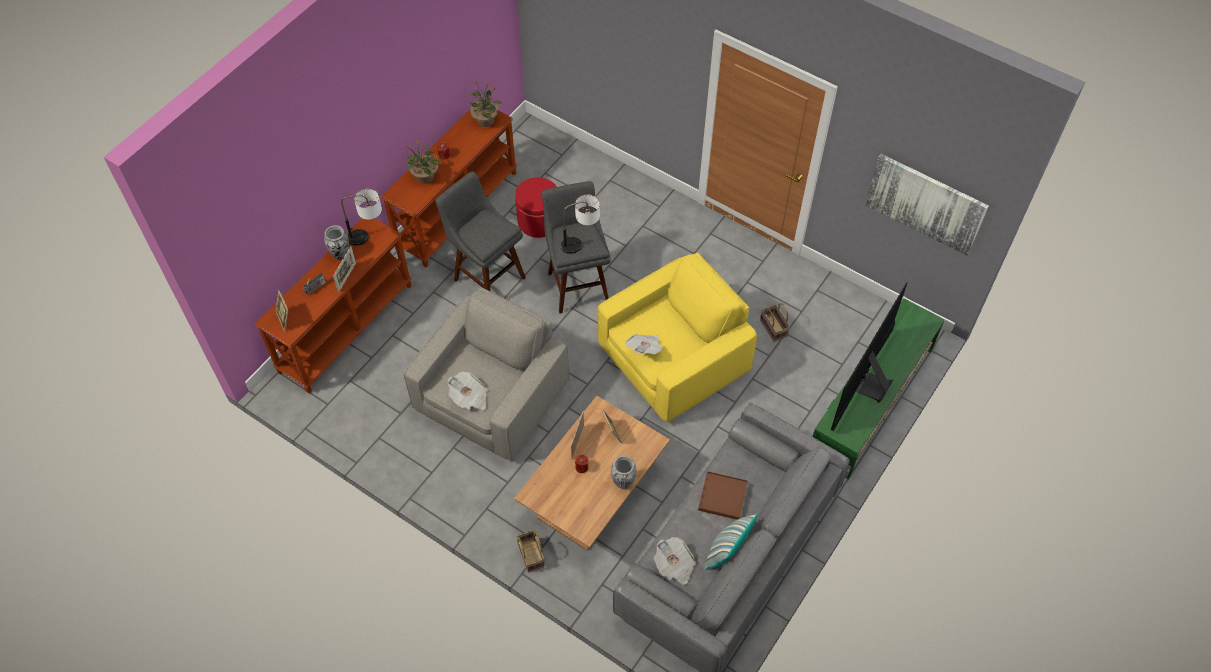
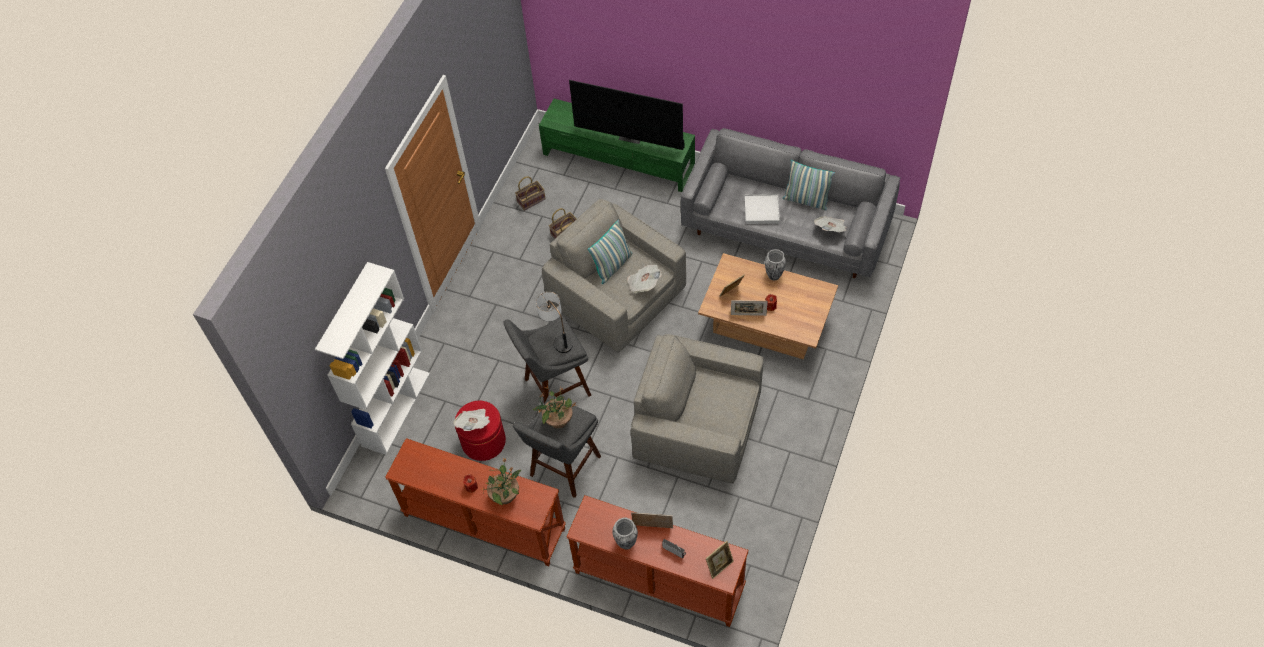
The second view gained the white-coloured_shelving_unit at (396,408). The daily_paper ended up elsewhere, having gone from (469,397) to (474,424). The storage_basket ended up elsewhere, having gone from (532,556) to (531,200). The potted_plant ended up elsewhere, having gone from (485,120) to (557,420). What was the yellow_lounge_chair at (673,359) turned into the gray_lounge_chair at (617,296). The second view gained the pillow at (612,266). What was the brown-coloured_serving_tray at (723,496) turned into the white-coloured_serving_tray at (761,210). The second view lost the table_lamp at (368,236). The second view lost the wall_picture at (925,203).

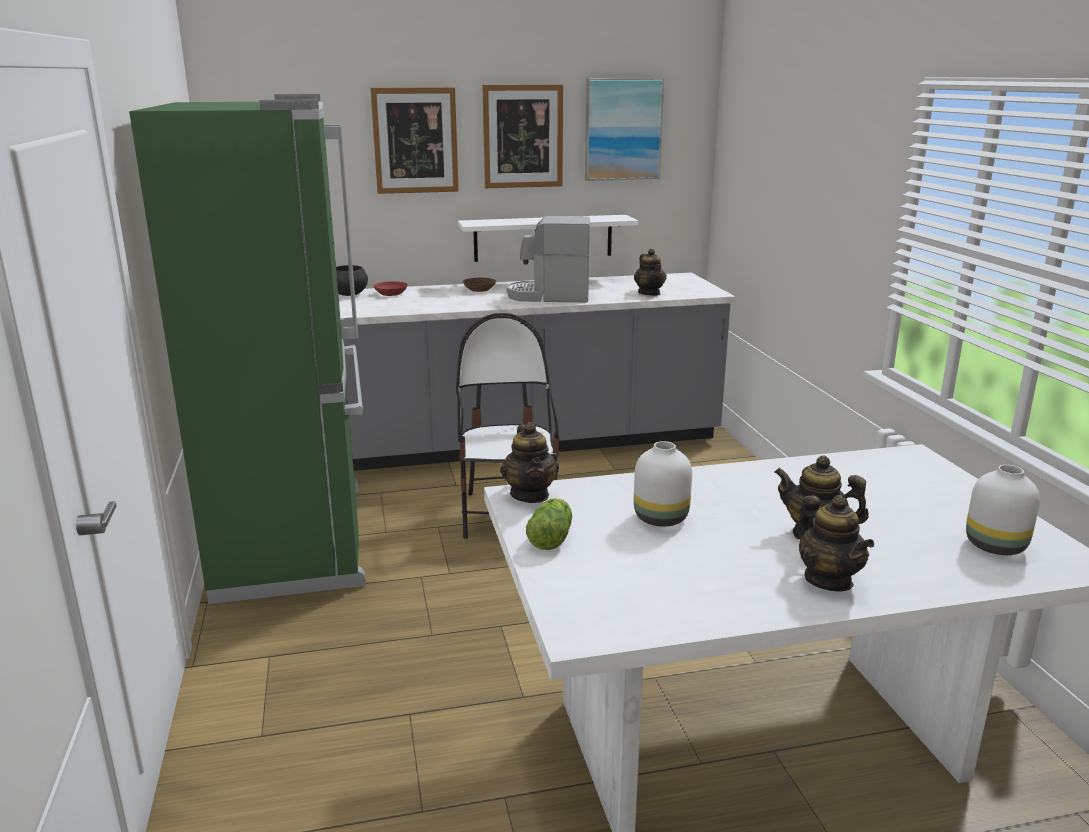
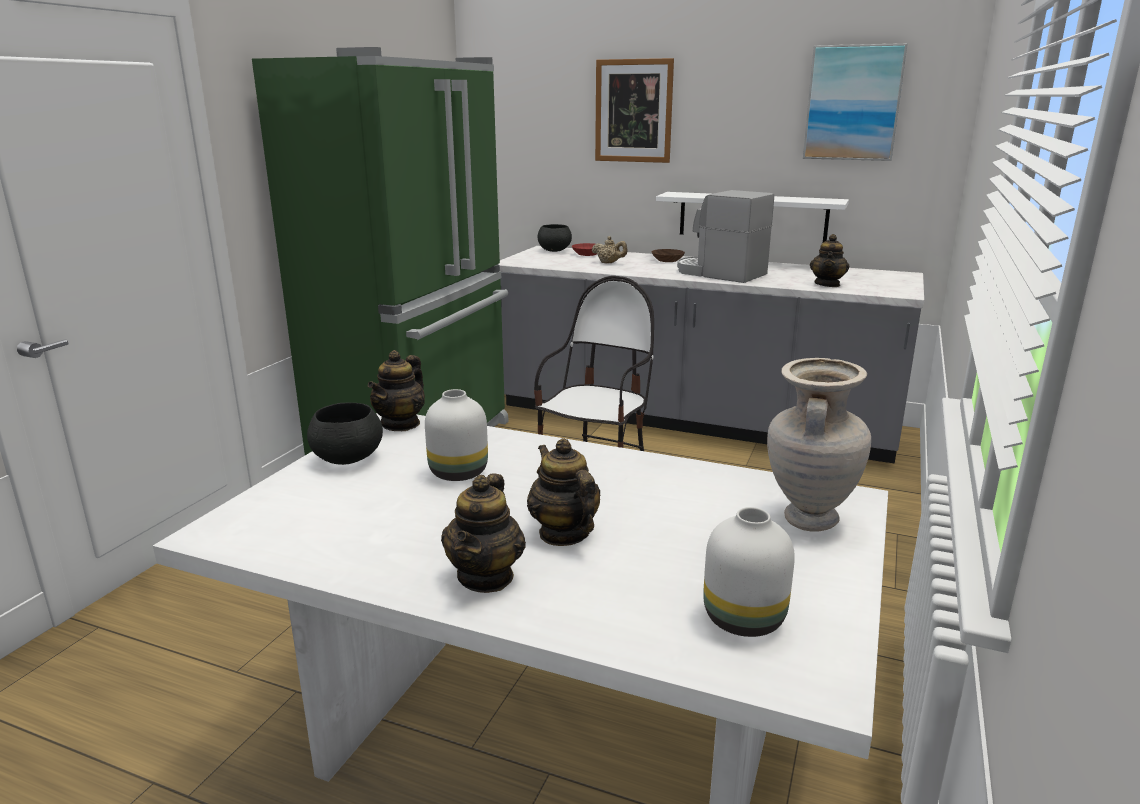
Where the lettuce_head stood at (552,537), the black-coloured_serving_bowl came to stand at (347,459). The second view gained the beige-coloured_pot_for_tea at (609,263). The second view gained the beige-coloured_vase at (808,520). The second view lost the wall_picture at (523,136).

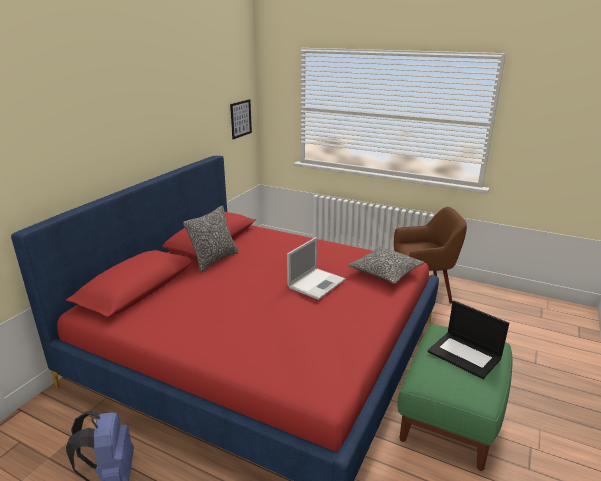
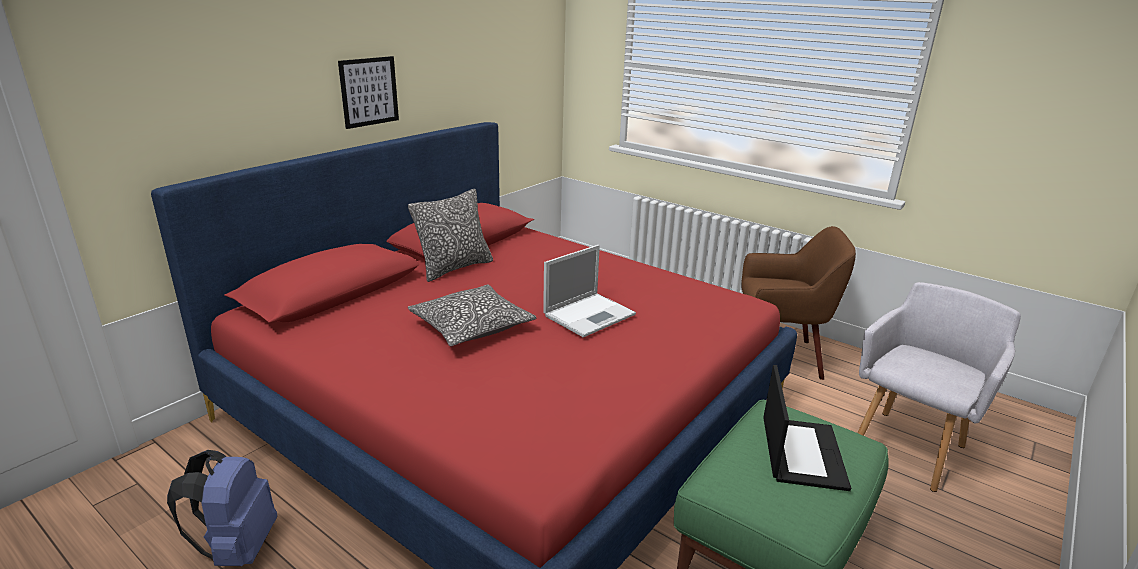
The wall_picture ended up elsewhere, having gone from (240,119) to (369,91). The pillow ended up elsewhere, having gone from (385,272) to (472,327). The laptop at (465,355) ended up facing another way, 135 degrees counterclockwise from before. The second view gained the gray_lounge_chair at (910,446).

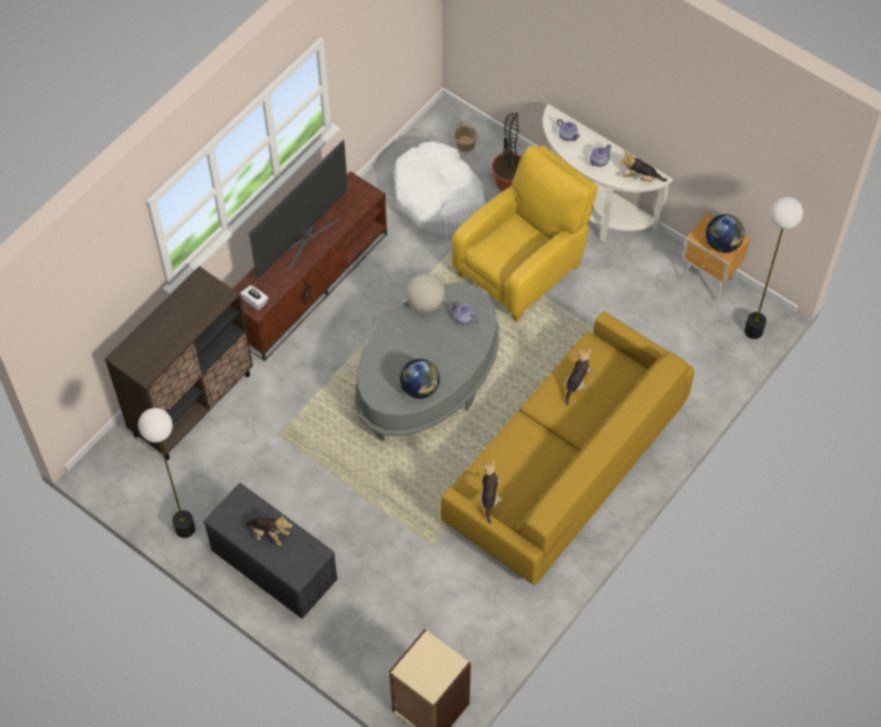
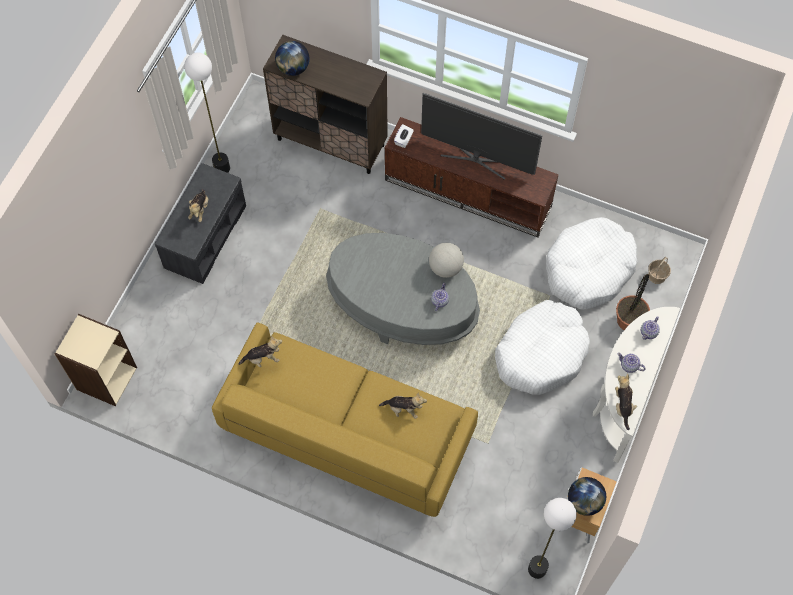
The desk_globe ended up elsewhere, having gone from (420,388) to (293,68). Where the yellow_lounge_chair stood at (522,267), the white-coloured_dog_cushion came to stand at (541,353).

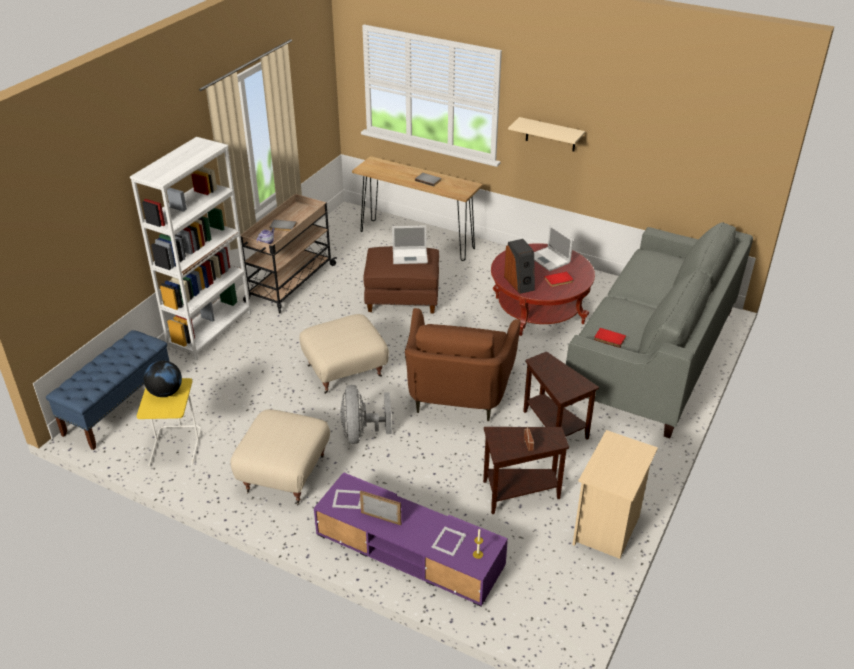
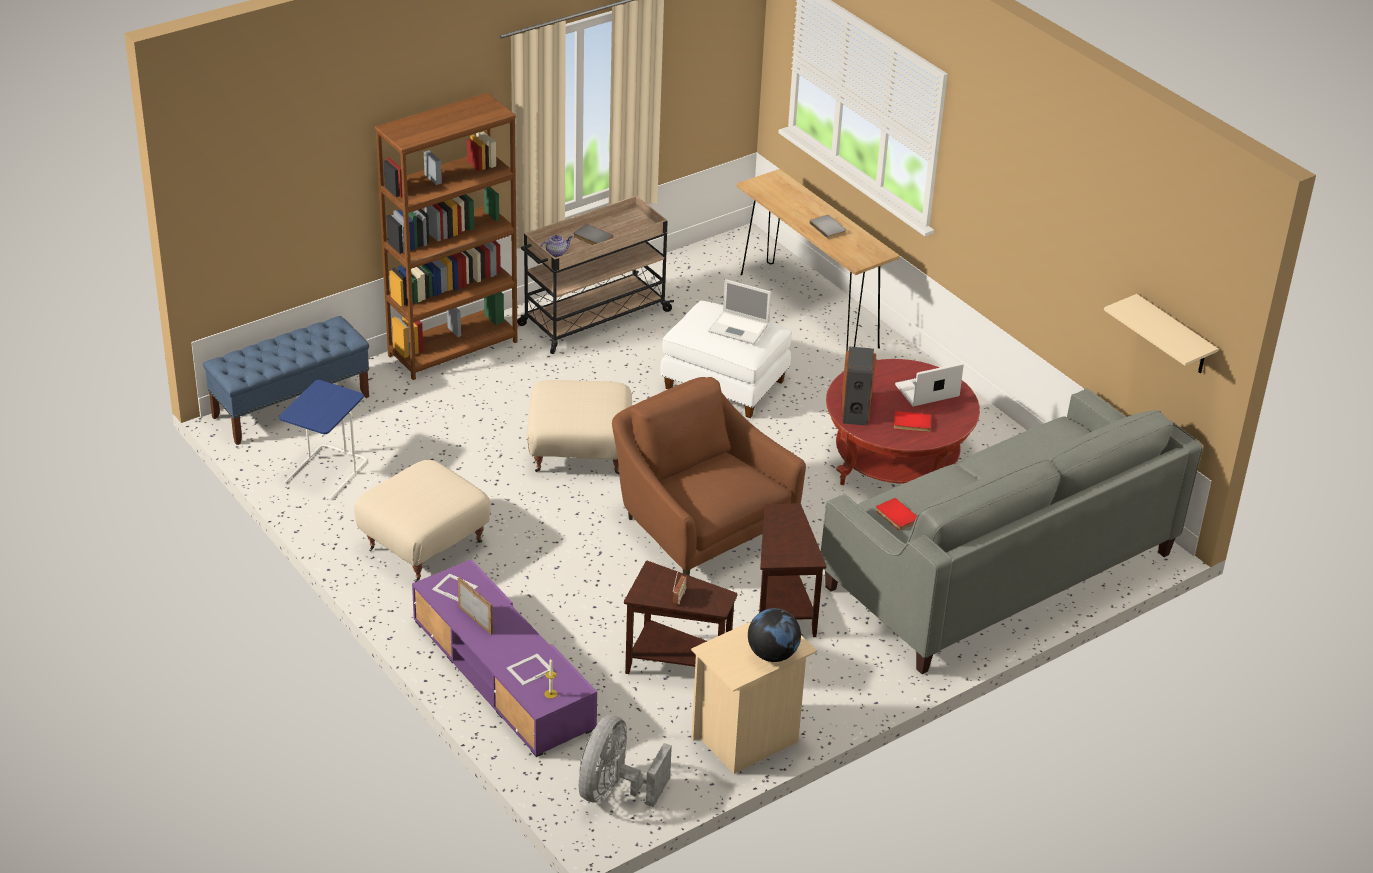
What was the yellow_side_table at (176,446) turned into the blue_side_table at (326,473). What was the white-coloured_shelving_unit at (210,330) turned into the brown-coloured_shelving_unit at (453,348). The gray_cooling_fan ended up elsewhere, having gone from (361,433) to (614,791). The brown-coloured_lounge_chair at (458,392) ended up facing another way, 105 degrees clockwise from before. What was the brown-coloured_ottoman at (403,297) turned into the white-coloured_ottoman at (725,384). The desk_globe ended up elsewhere, having gone from (166,392) to (772,654). The laptop at (549,259) ended up facing another way, 75 degrees clockwise from before. The beige-coloured_shelf ended up elsewhere, having gone from (550,134) to (1173,336).

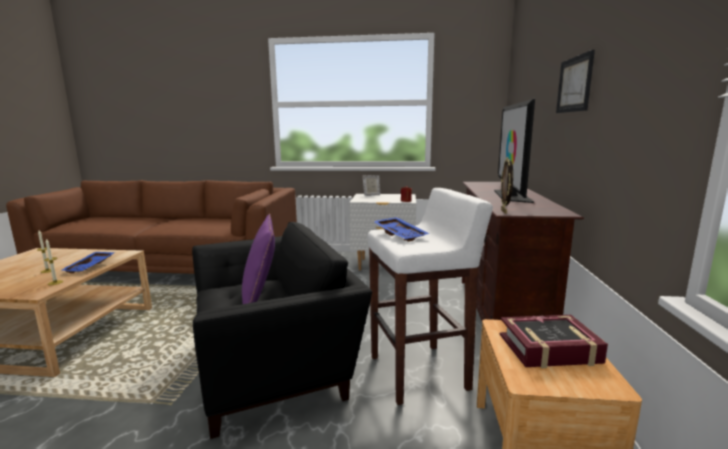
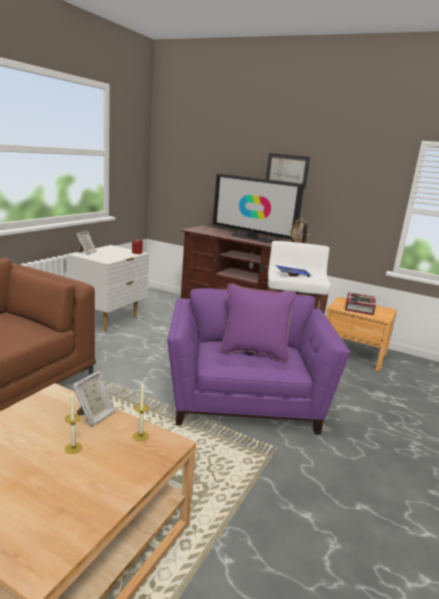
Where the blue_serving_tray stood at (90,267), the photo_frame came to stand at (94,416). What was the black-coloured_lounge_chair at (274,363) turned into the purple-coloured_lounge_chair at (245,399).

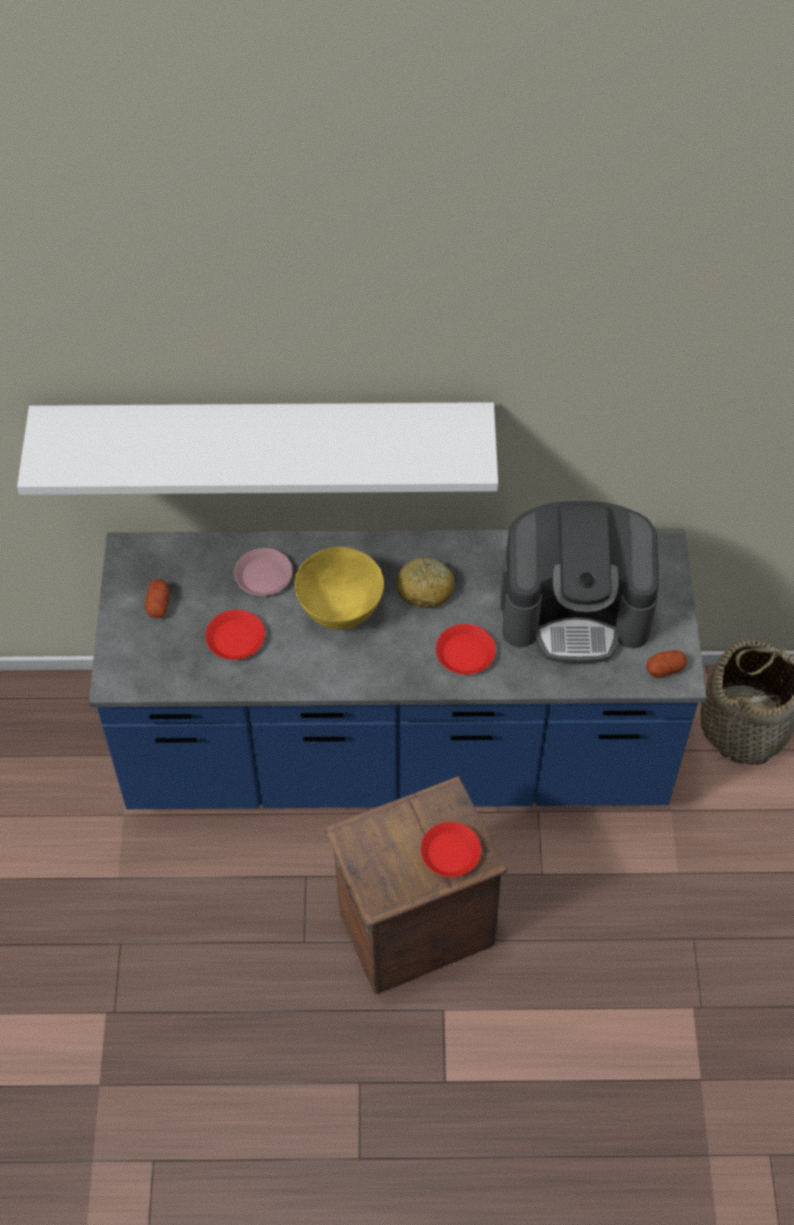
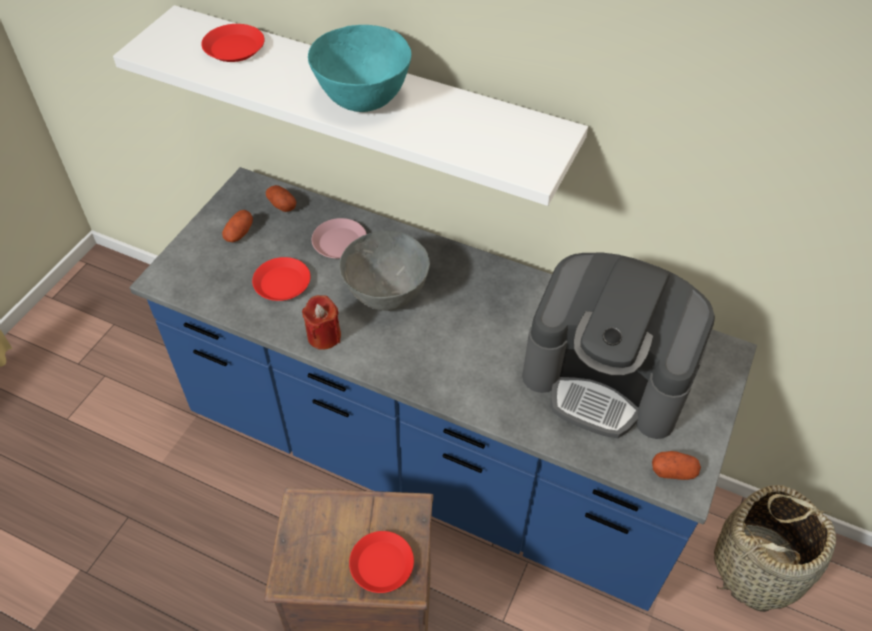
The red_plate ended up elsewhere, having gone from (465,652) to (234,48). The second view gained the potato at (282,205). The second view gained the red_wax_light at (324,336). The second view gained the turquoise-coloured_serving_bowl at (363,100). What was the yellow_serving_bowl at (341,611) turned into the gray_serving_bowl at (387,295). The second view lost the baked_bread at (425,589).

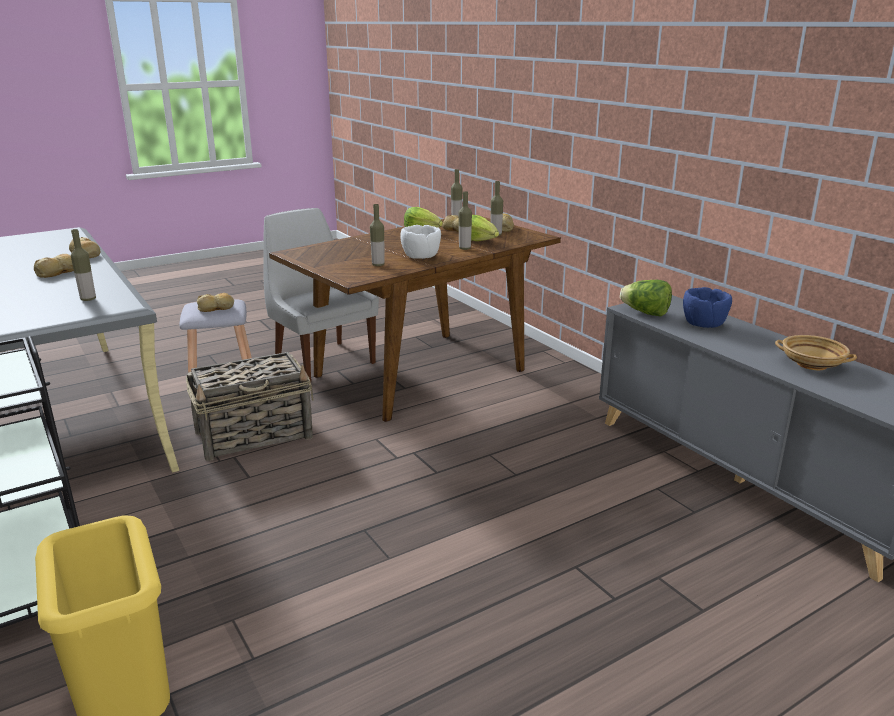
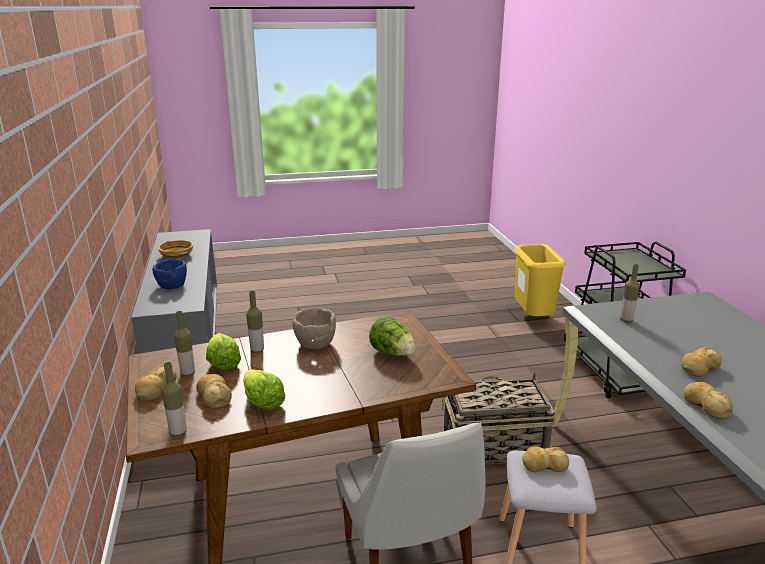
What was the white-coloured_serving_bowl at (421,256) turned into the brown-coloured_serving_bowl at (315,343). The lettuce_head ended up elsewhere, having gone from (645,313) to (392,353). The second view lost the drink_bottle at (378,265).

